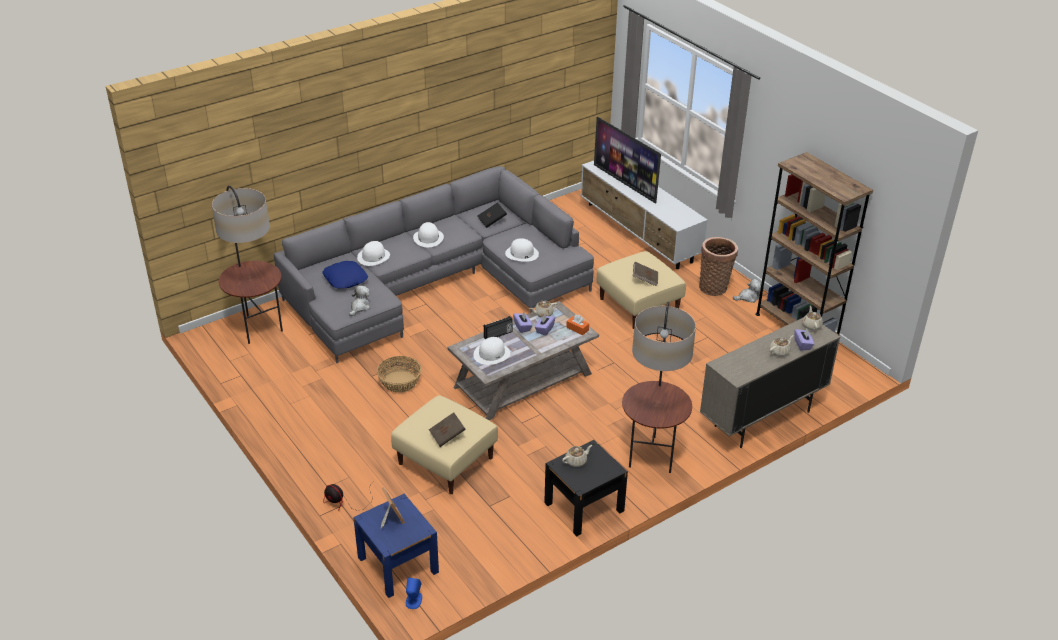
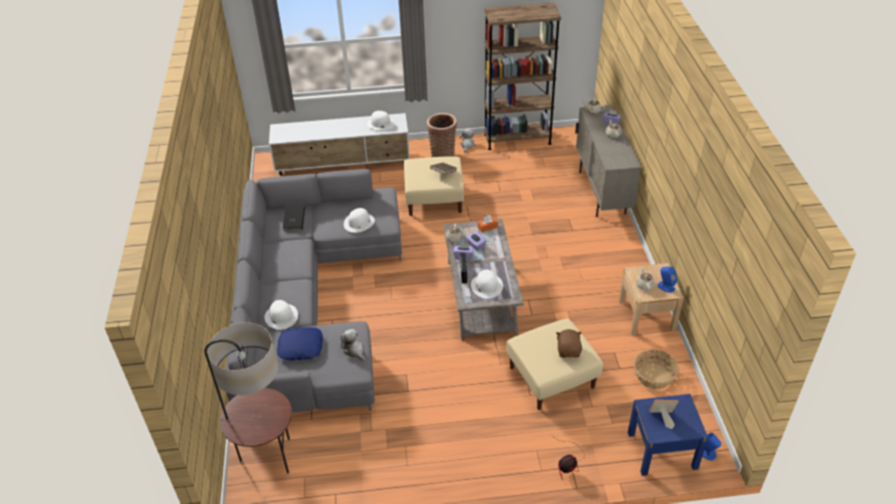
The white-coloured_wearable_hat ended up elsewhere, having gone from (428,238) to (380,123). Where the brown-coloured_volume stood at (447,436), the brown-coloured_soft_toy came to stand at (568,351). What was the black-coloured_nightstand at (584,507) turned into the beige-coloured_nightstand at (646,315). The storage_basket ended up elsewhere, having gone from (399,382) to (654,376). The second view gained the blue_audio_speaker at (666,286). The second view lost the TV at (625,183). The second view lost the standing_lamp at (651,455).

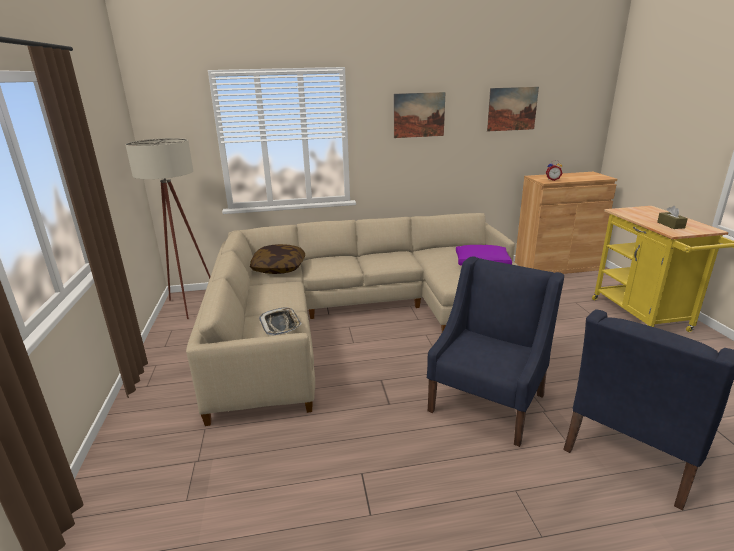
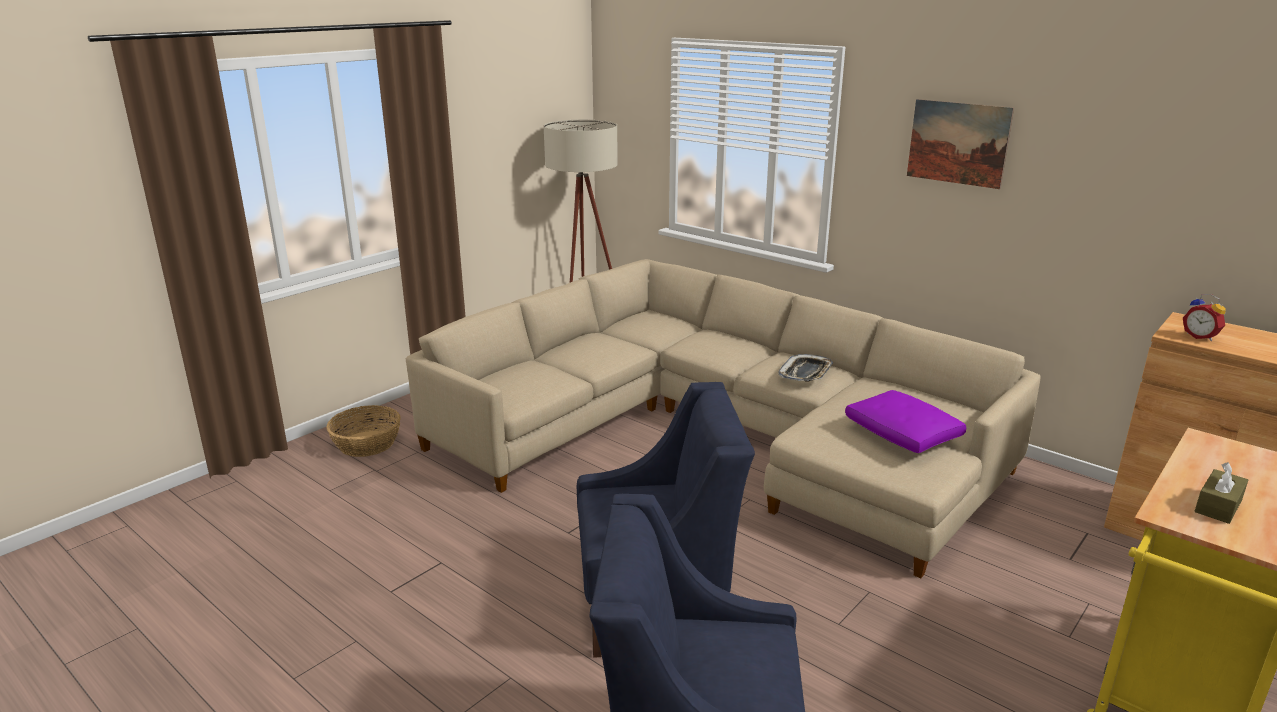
The second view gained the storage_basket at (366,443). The serving_tray ended up elsewhere, having gone from (280,324) to (806,373). The second view lost the pillow at (279,268). The second view lost the wall_picture at (512,109).

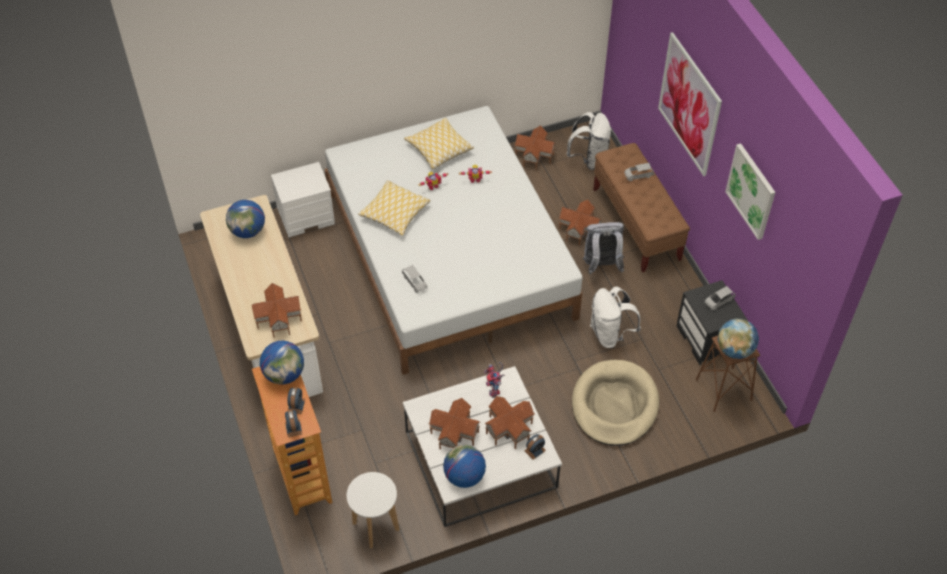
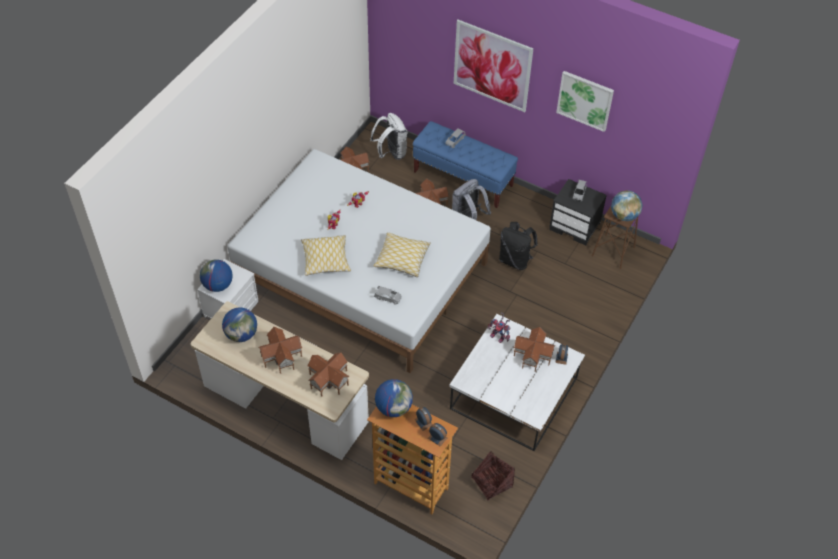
The desk_globe ended up elsewhere, having gone from (464,476) to (218,285). The model_house ended up elsewhere, having gone from (455,433) to (282,357). The pillow ended up elsewhere, having gone from (439,149) to (402,259). What was the brown-coloured_indoor_bench at (636,224) turned into the blue_indoor_bench at (463,179). Where the white-coloured_stool stood at (375,527), the storage_basket came to stand at (491,483). What was the white-coloured_backpack at (610,334) turned into the black-coloured_backpack at (515,260). The second view lost the beige-coloured_dog_cushion at (614,405).

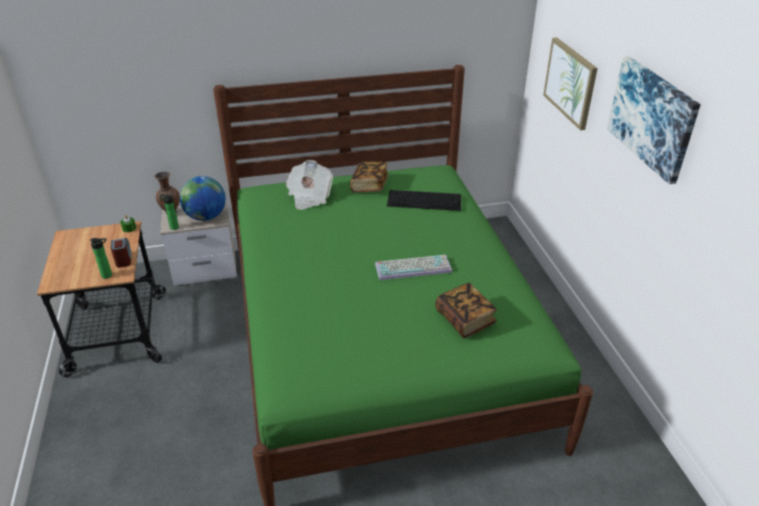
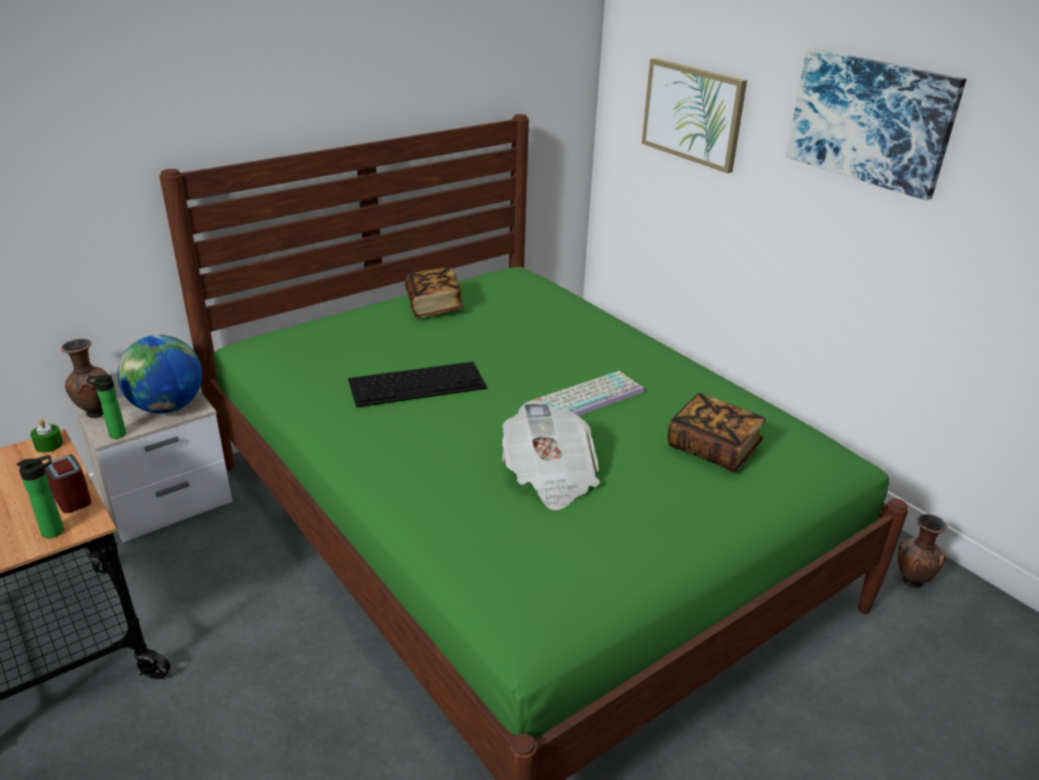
The PC_keyboard ended up elsewhere, having gone from (425,200) to (418,383). The daily_paper ended up elsewhere, having gone from (309,197) to (549,477). The second view gained the brown-coloured_vase at (910,582).

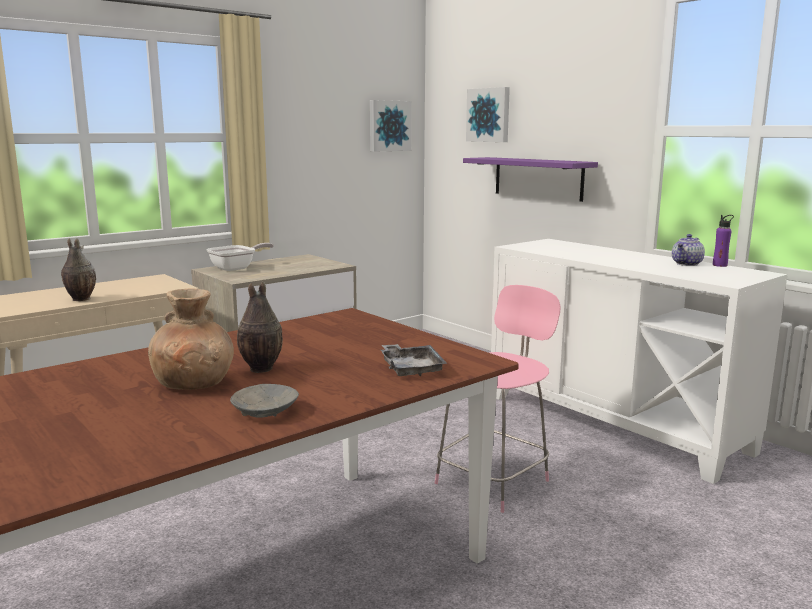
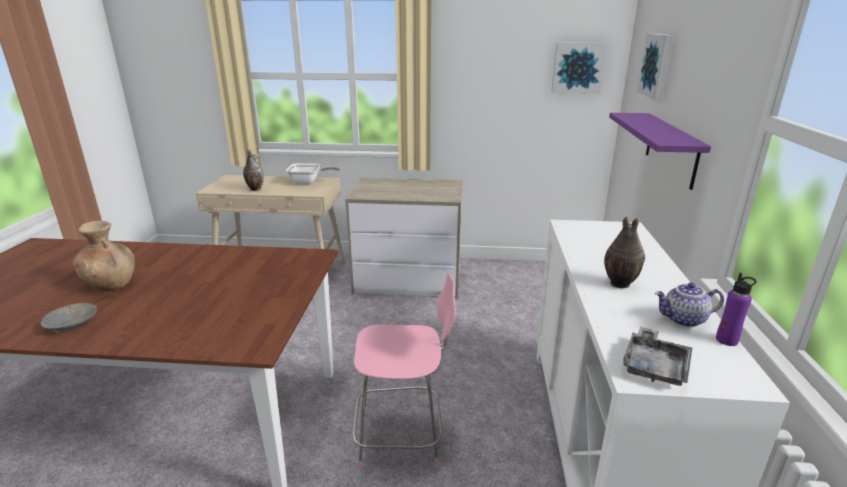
The pan ended up elsewhere, having gone from (237,268) to (308,182). The vase ended up elsewhere, having gone from (260,369) to (618,284). The gray_serving_tray ended up elsewhere, having gone from (411,368) to (654,366).

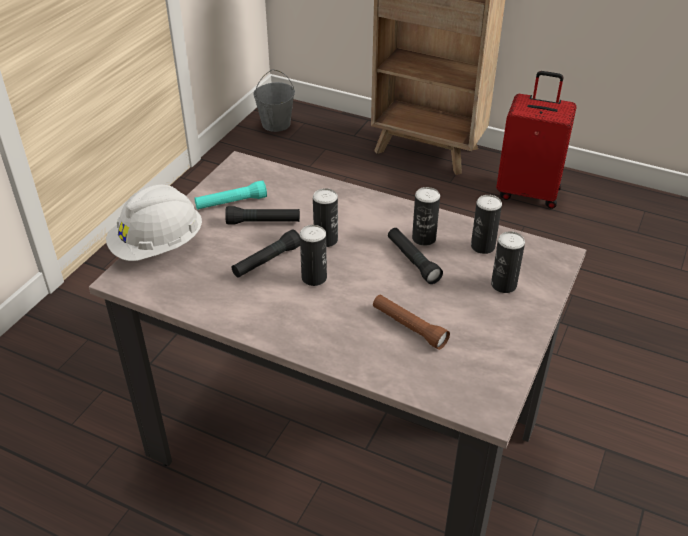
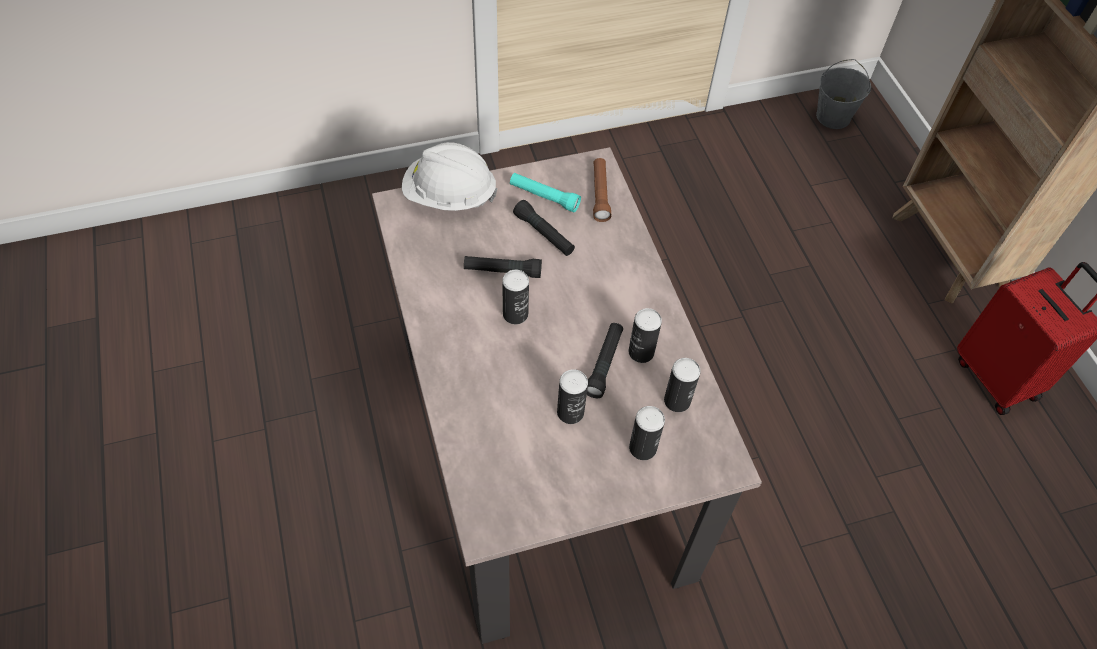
The sealed_can ended up elsewhere, having gone from (326,240) to (570,412). The brown-coloured_torch ended up elsewhere, having gone from (409,327) to (600,194).

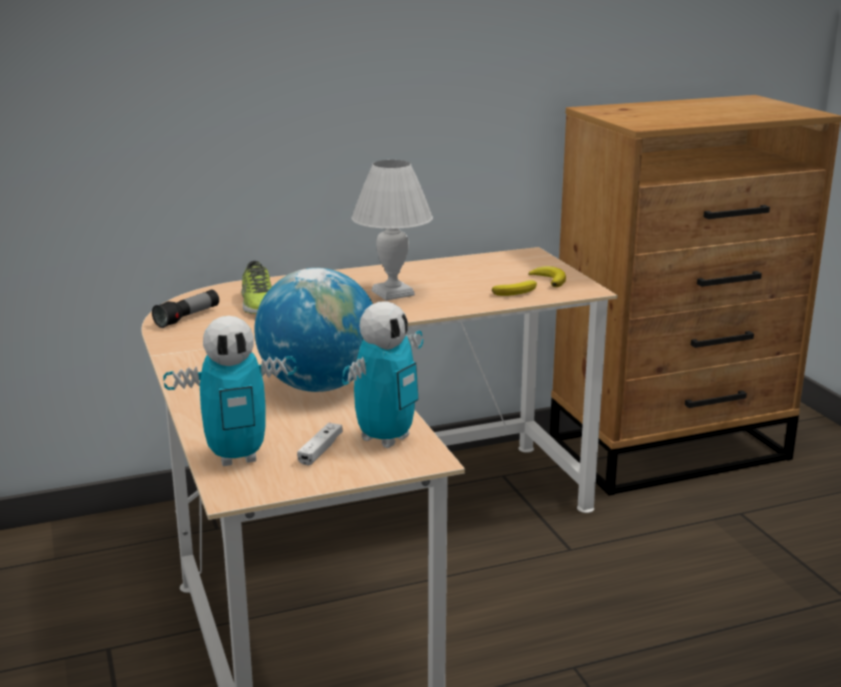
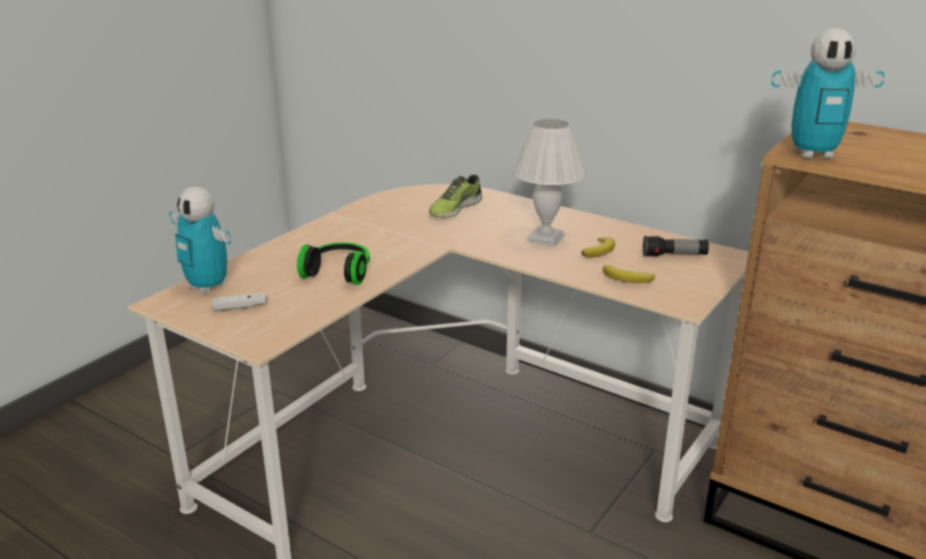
Where the desk_globe stood at (318,386), the headphones came to stand at (339,273). The whole_banana ended up elsewhere, having gone from (549,280) to (600,250). The torch ended up elsewhere, having gone from (188,317) to (674,255). The robot_figure ended up elsewhere, having gone from (385,438) to (813,154).

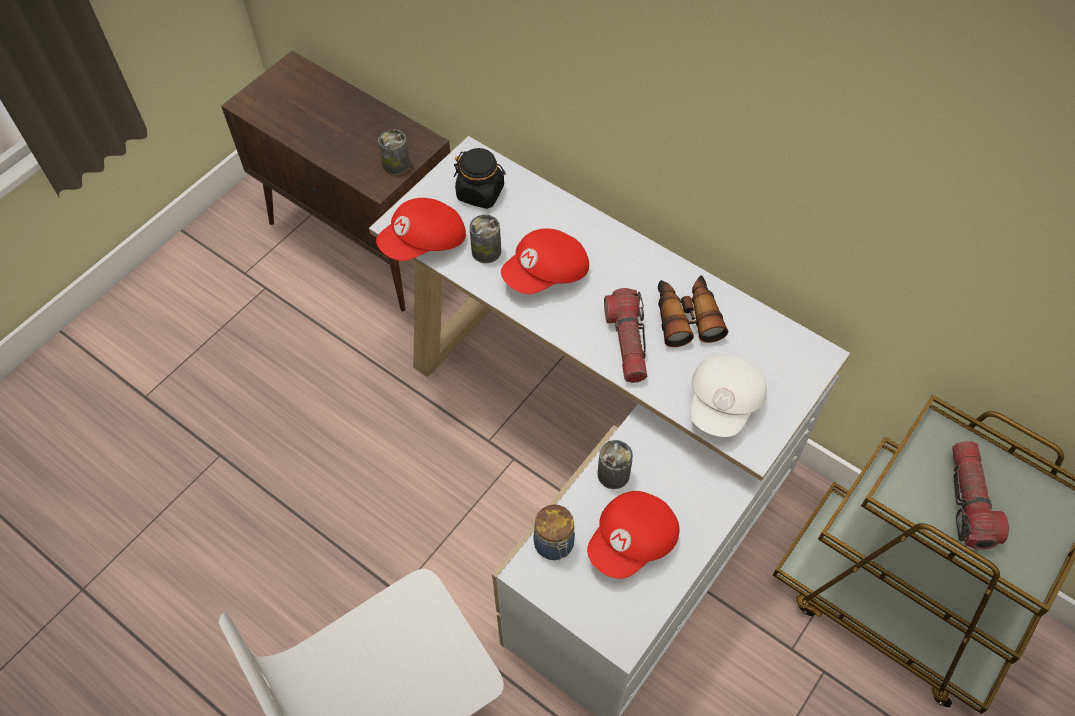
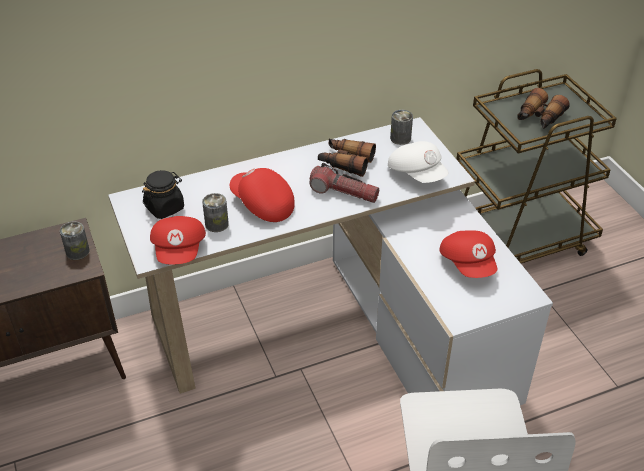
The red_peaked_cap at (547,274) ended up facing another way, 135 degrees clockwise from before. The sealed_can ended up elsewhere, having gone from (613,474) to (400,138). Where the torch stood at (969,501), the binoculars came to stand at (539,118). The second view lost the jar at (554,545).

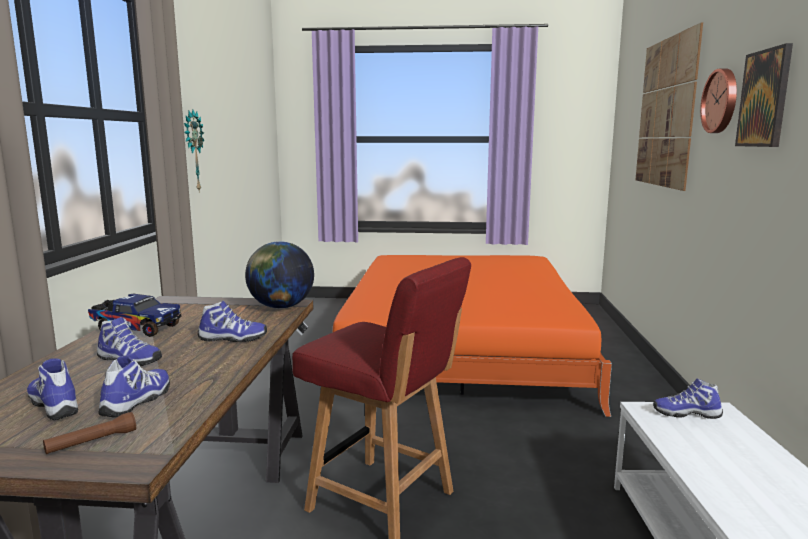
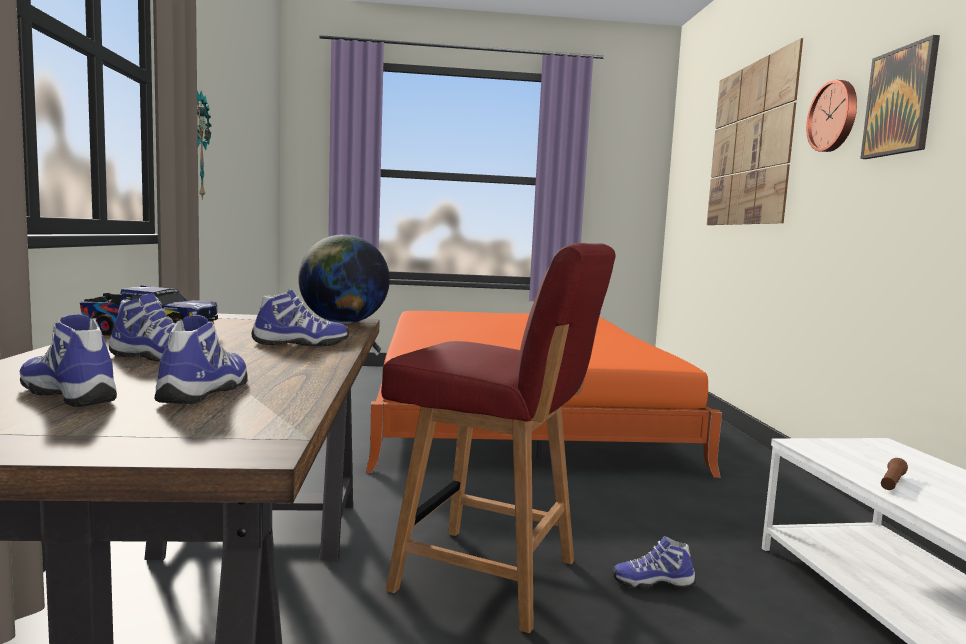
The shoe ended up elsewhere, having gone from (686,413) to (652,582). The brown-coloured_torch ended up elsewhere, having gone from (92,442) to (892,482).

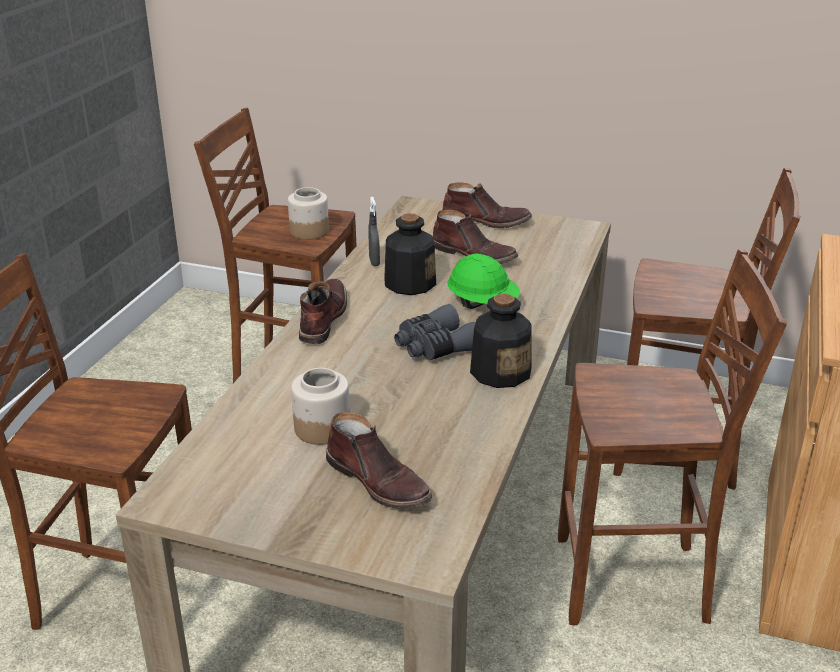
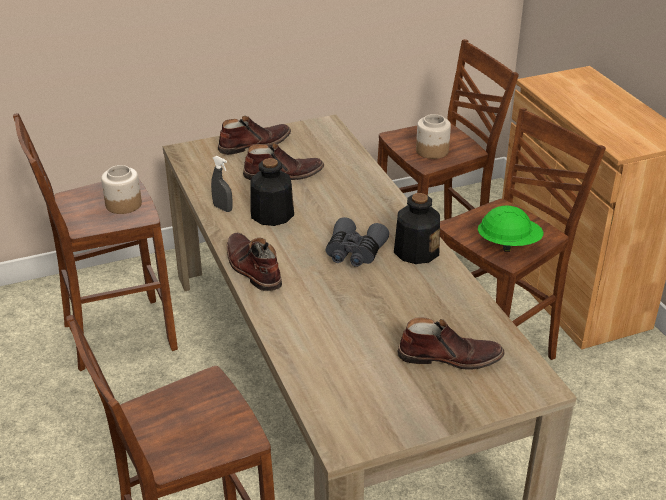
The jar ended up elsewhere, having gone from (321,428) to (431,151). The greenish_hard_hat ended up elsewhere, having gone from (483,305) to (508,244).

